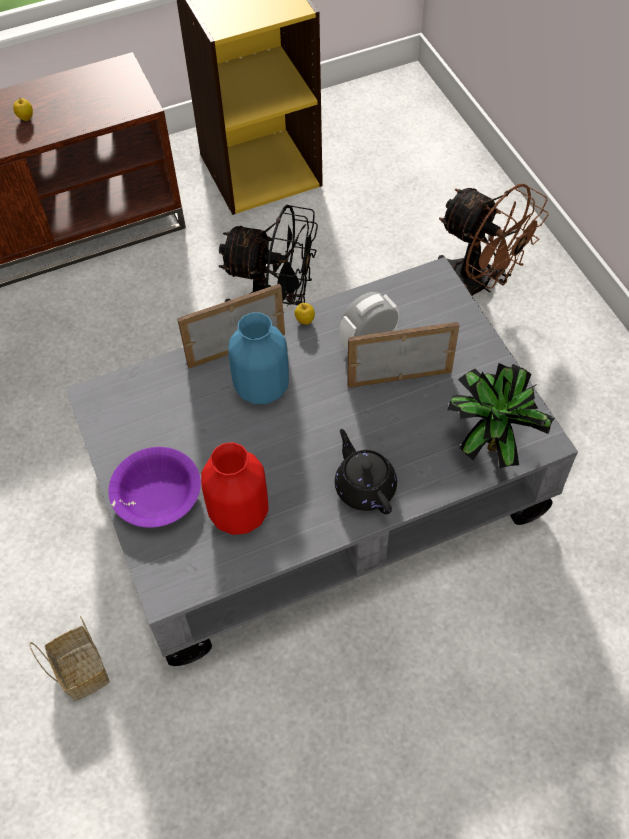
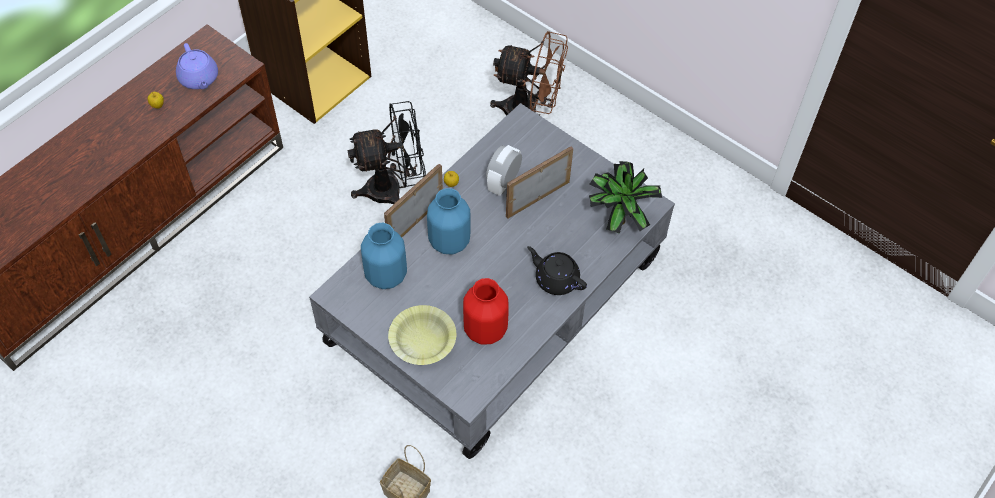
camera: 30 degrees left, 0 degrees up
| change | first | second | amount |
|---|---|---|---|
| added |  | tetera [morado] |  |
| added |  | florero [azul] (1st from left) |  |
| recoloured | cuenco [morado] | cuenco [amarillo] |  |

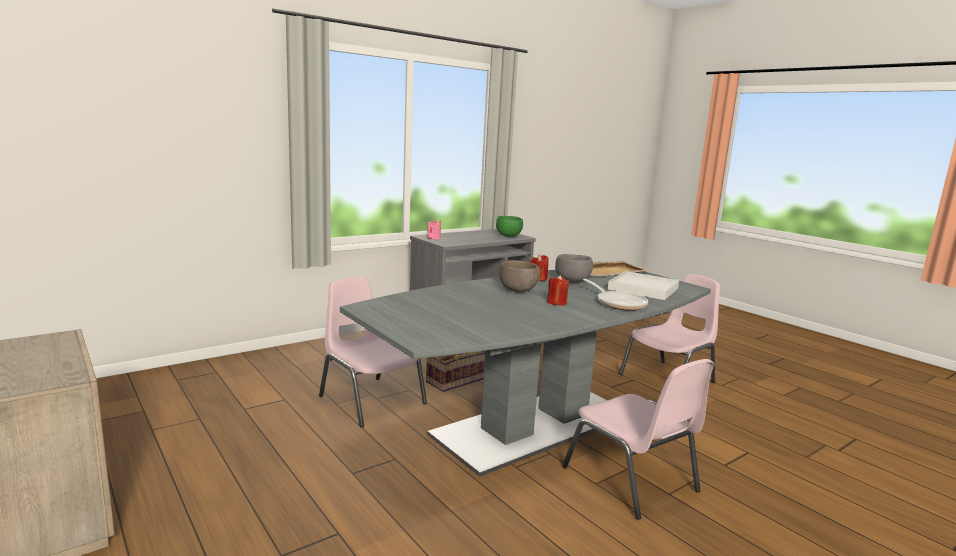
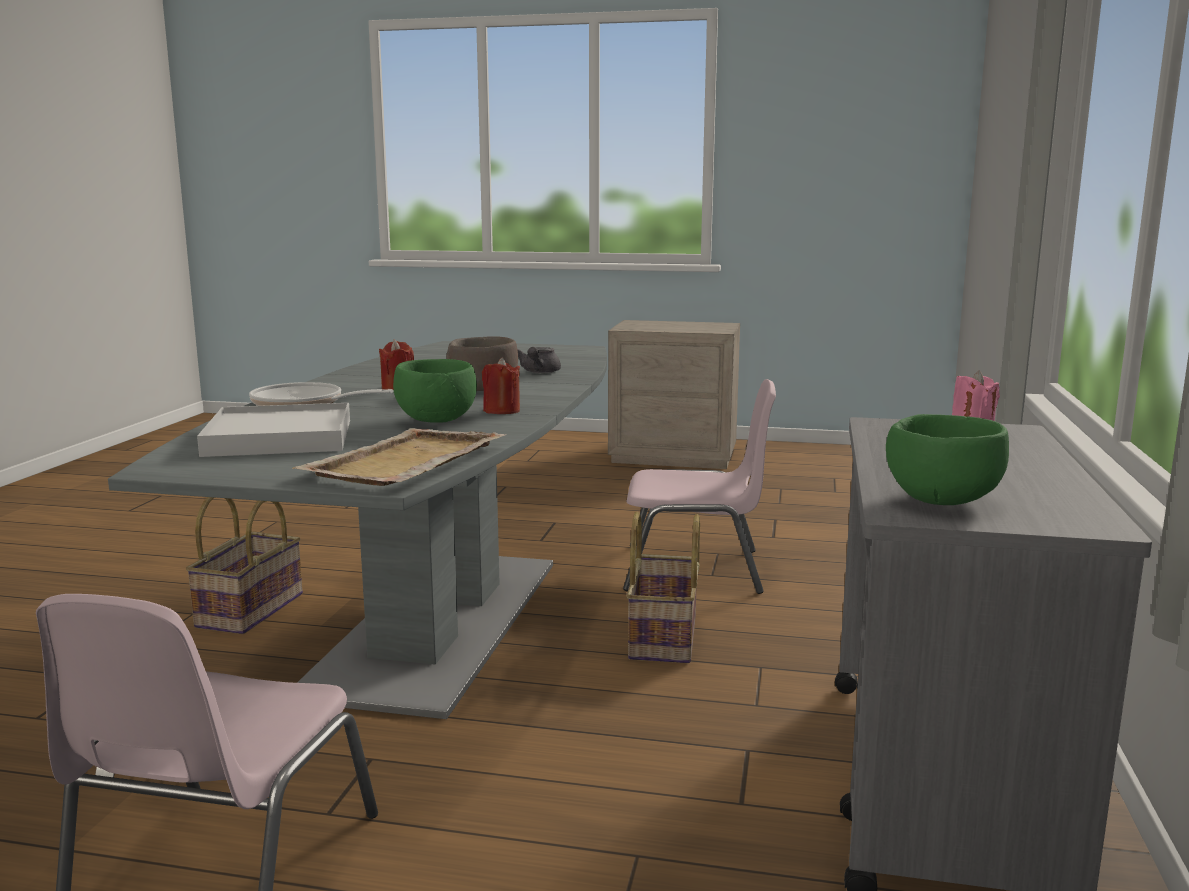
camera: 140 degrees right, 0 degrees up
| change | first | second | amount |
|---|---|---|---|
| added |  | tetera [gris] |  |
| replaced | silla [rosa] (2nd from left) | cesta (1st from left) |  |
| recoloured | cuenco [gris] | cuenco [verde] (1st from left) |  |

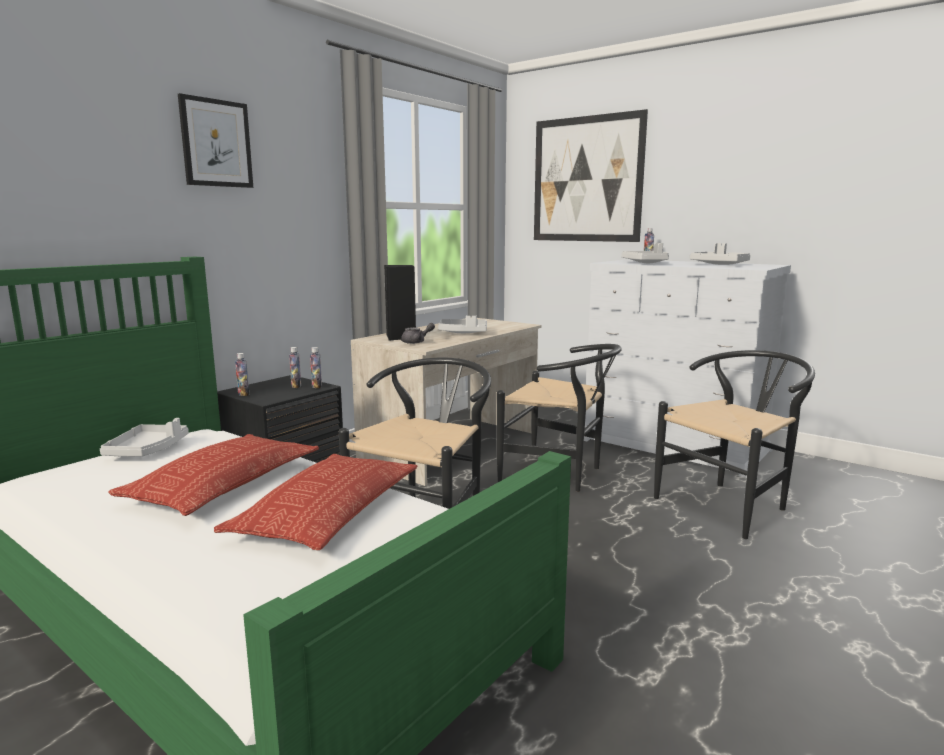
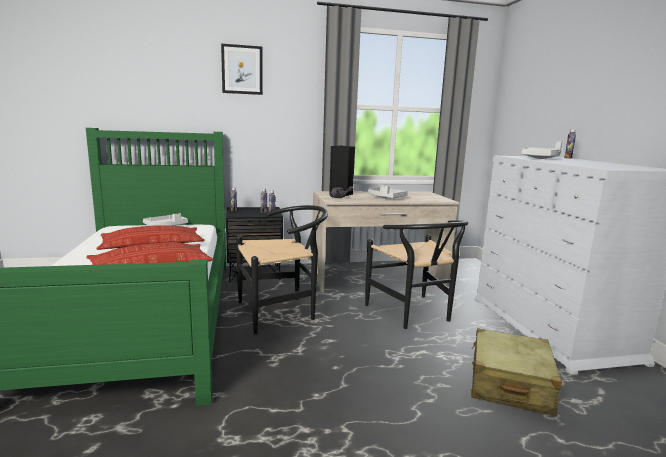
camera: 40 degrees right, 0 degrees up
| change | first | second | amount |
|---|---|---|---|
| removed | cuadro (2nd from left) |  |  |
| removed | bandeja [gris] (4th from left) |  |  |
| replaced | silla [negro] (3rd from left) | maleta [beis] |  |

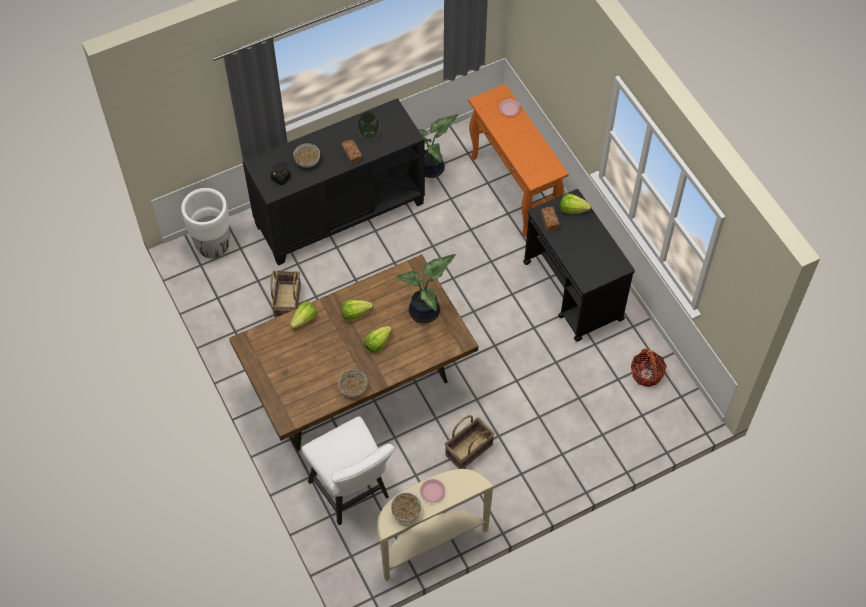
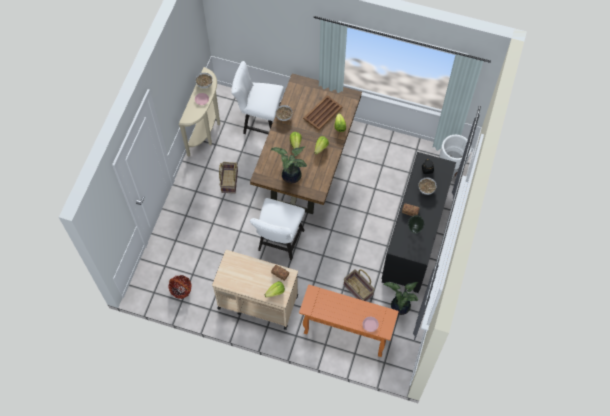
camera: 135 degrees right, 5 degrees up
| change | first | second | amount |
|---|---|---|---|
| added |  | silla [blanco] (2nd from left) |  |
| added |  | bandeja [marrón] |  |
| moved | cesta (1st from left in the first image) | cesta (3rd from left) |  |
| recoloured | carrito [negro] | carrito [beis] |  |

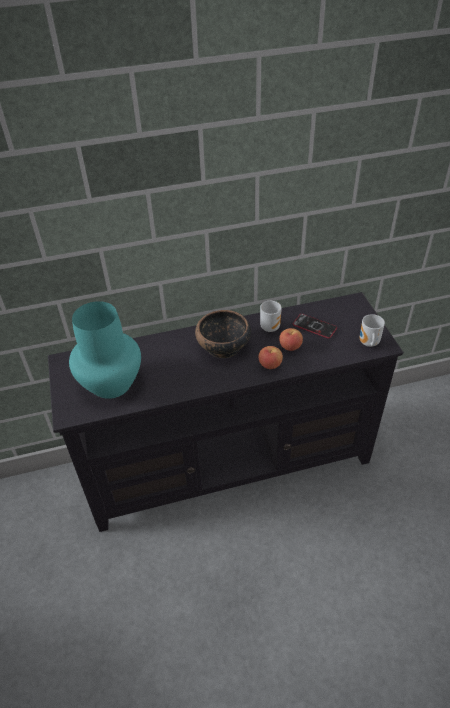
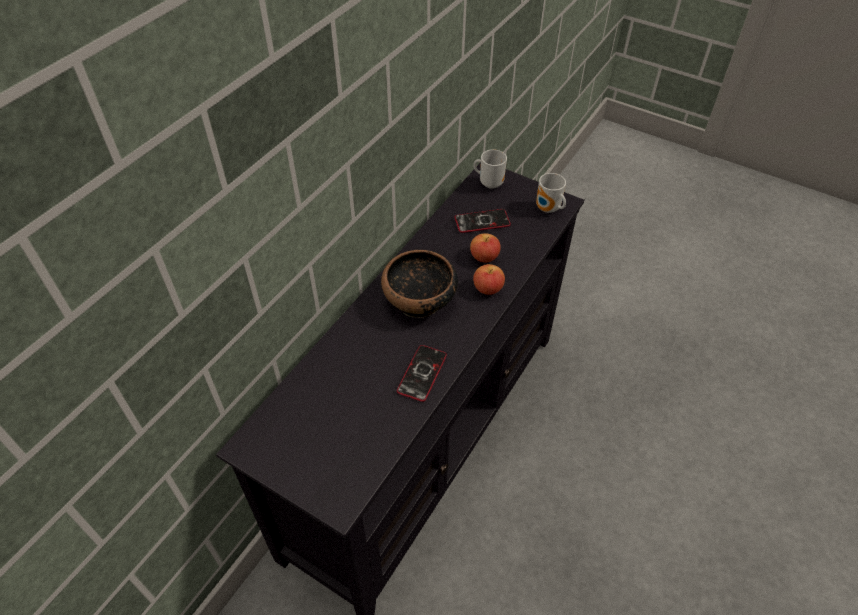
camera: 45 degrees left, 5 degrees up
| change | first | second | amount |
|---|---|---|---|
| removed | florero [turquesa] |  |  |
| added |  | móvil (1st from left) |  |
| moved | taza grande (1st from left) |  |  |

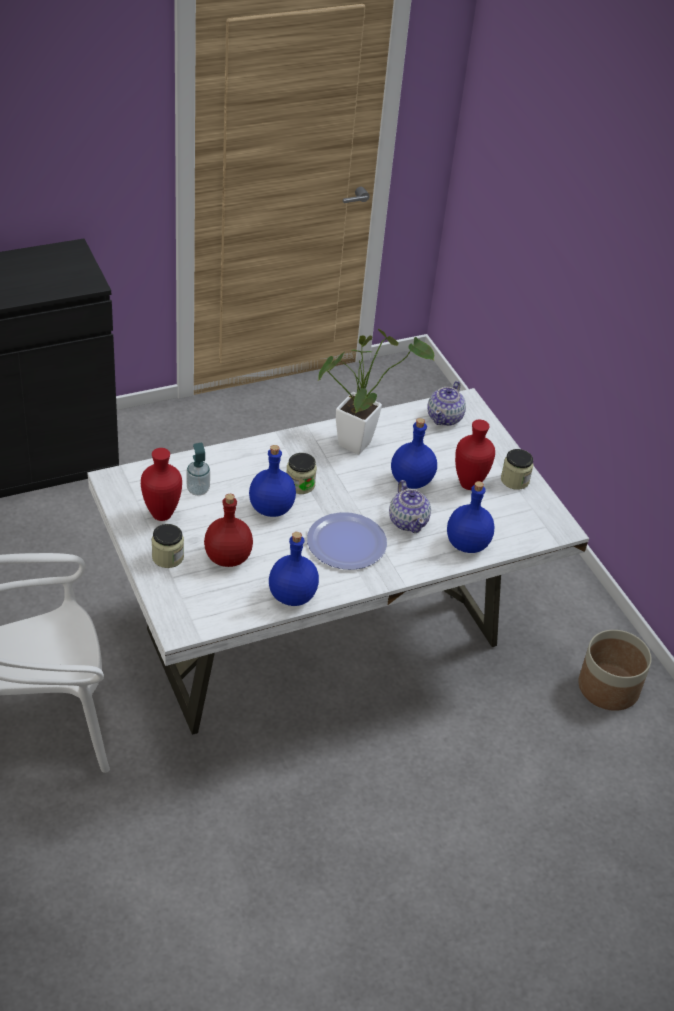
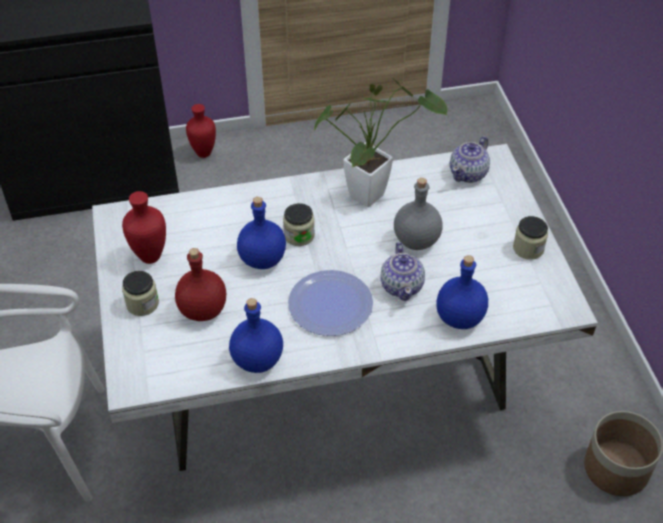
camera: 15 degrees right, 5 degrees up
| change | first | second | amount |
|---|---|---|---|
| removed | dispensador de jabón |  |  |
| moved | florero [rojo] (2nd from left) |  |  |
| recoloured | botella [azul] (3rd from left) | botella [gris] |  |

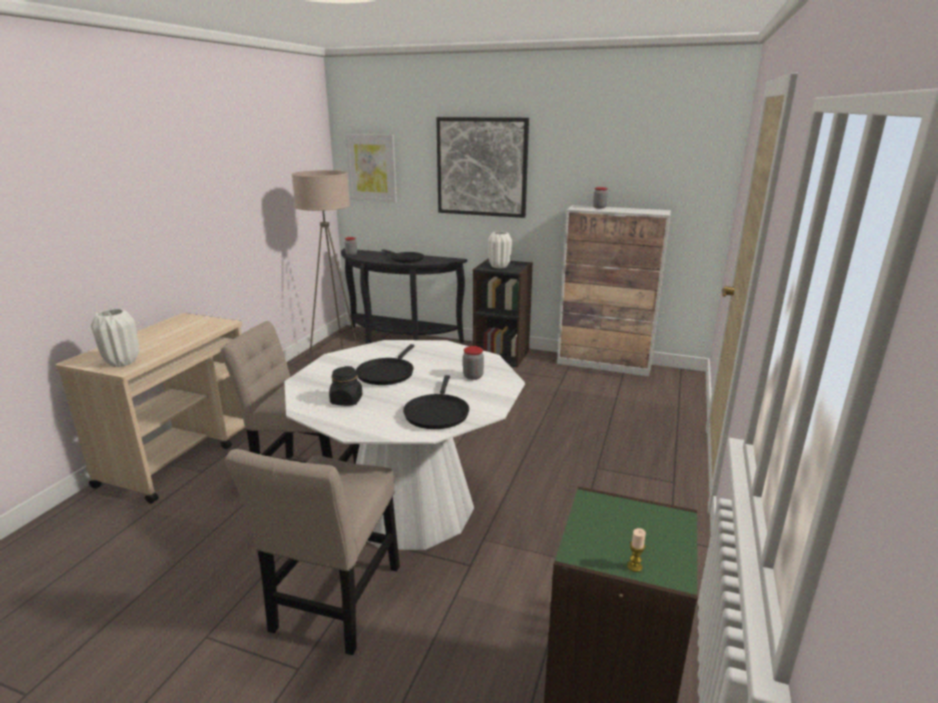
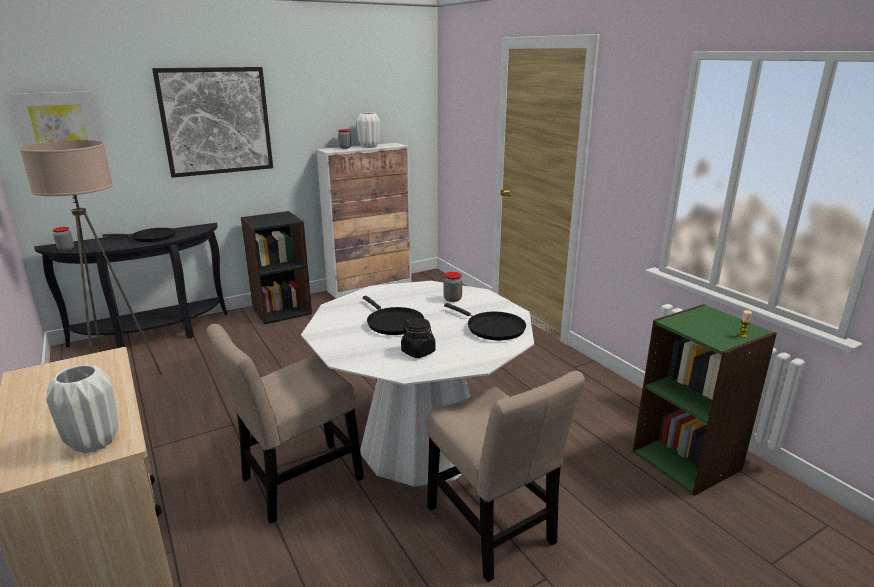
camera: 50 degrees left, 0 degrees up
| change | first | second | amount |
|---|---|---|---|
| moved | florero [blanco] (2nd from left) |  |  |

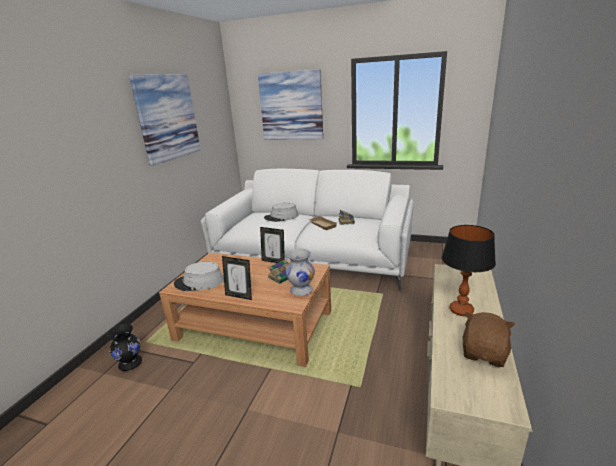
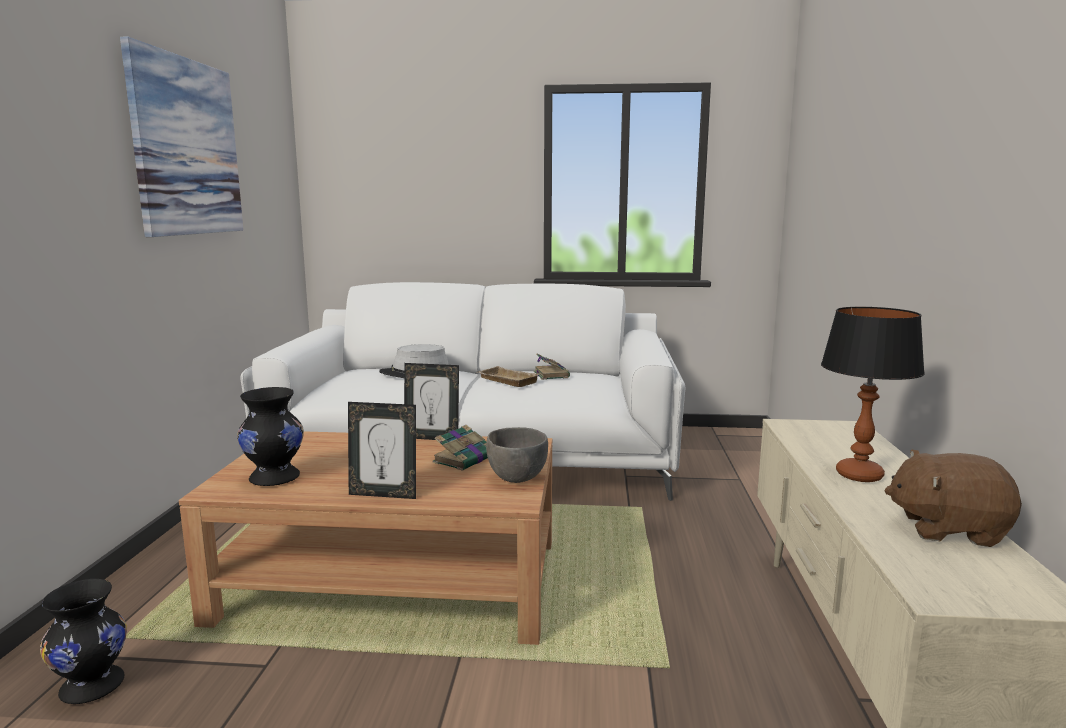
camera: 15 degrees left, 10 degrees down
| change | first | second | amount |
|---|---|---|---|
| removed | cuadro (2nd from left) |  |  |
| replaced | sombrero [gris] (1st from left) | florero [negro] (2nd from left) |  |
| replaced | florero [blanco] | cuenco [gris] |  |
| turned | peluche [marrón] |  | 90 degrees counterclockwise |

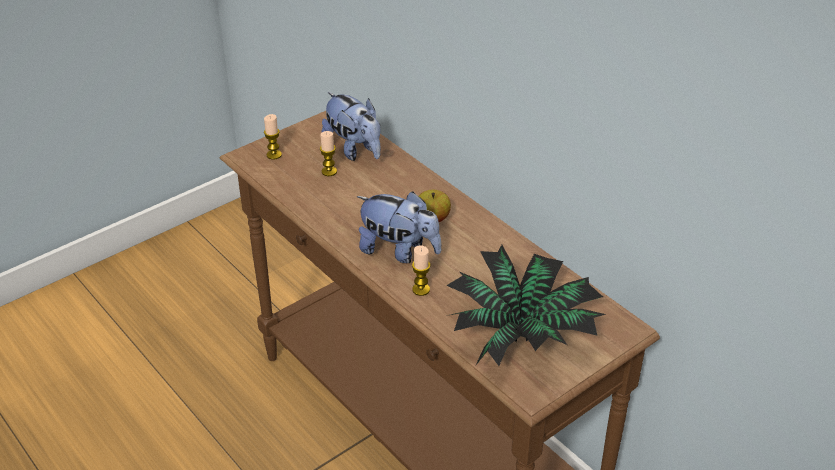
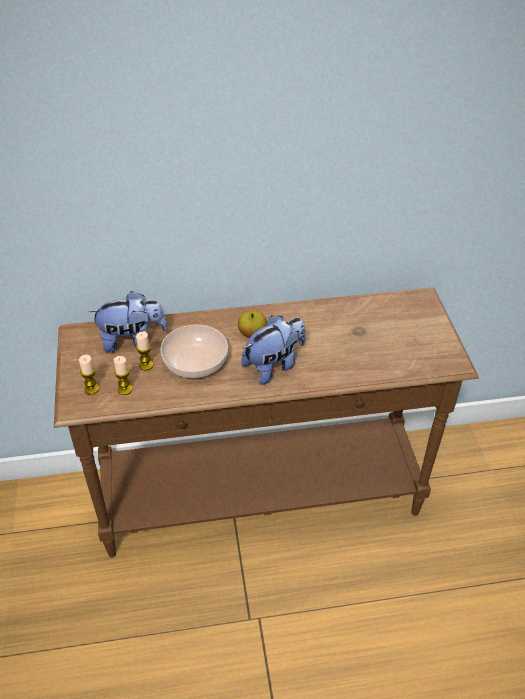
camera: 60 degrees left, 5 degrees up
| change | first | second | amount |
|---|---|---|---|
| removed | planta en maceta |  |  |
| added |  | cuenco |  |
| moved | vela (3rd from left in the first image) | vela (2nd from left) |  |

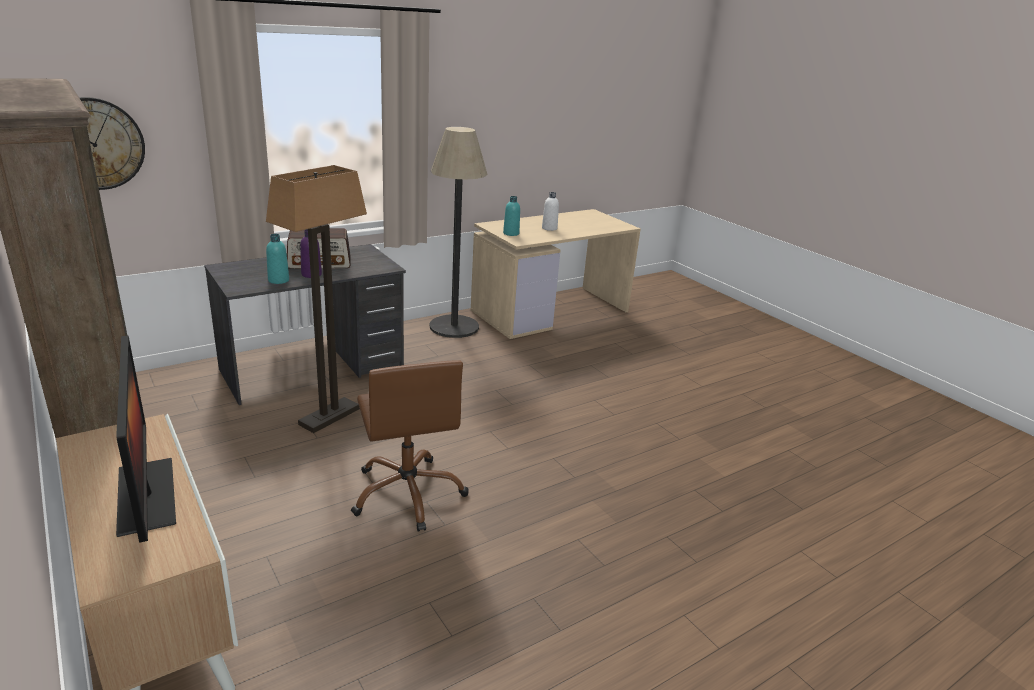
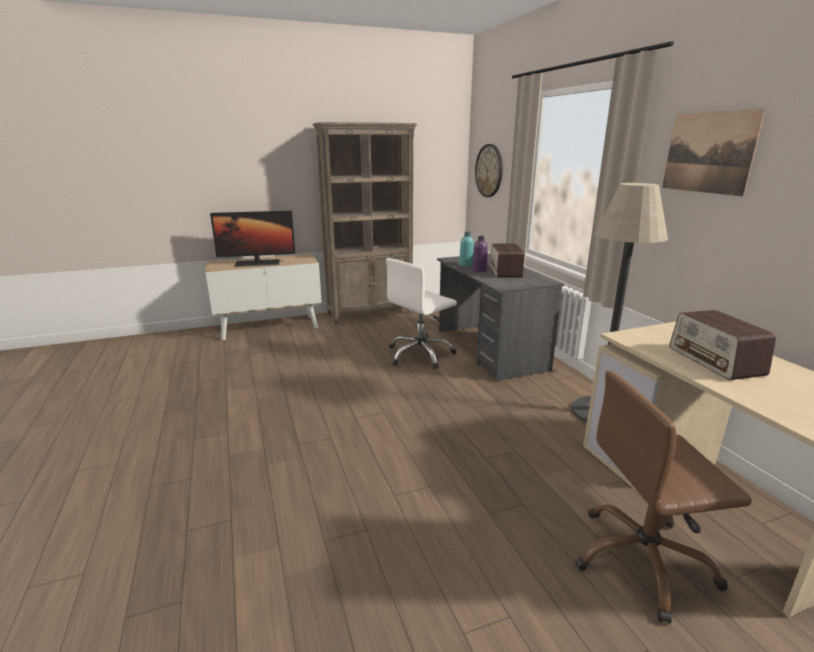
camera: 105 degrees right, 5 degrees down
| change | first | second | amount |
|---|---|---|---|
| removed | botella [turquesa] (2nd from left) |  |  |
| added |  | cuadro |  |
| moved | silla de oficina [marrón] |  |  |
| replaced | lámpara de pie (1st from left) | silla de oficina [blanco] |  |
| replaced | botella [blanco] | radio (2nd from left) |  |

